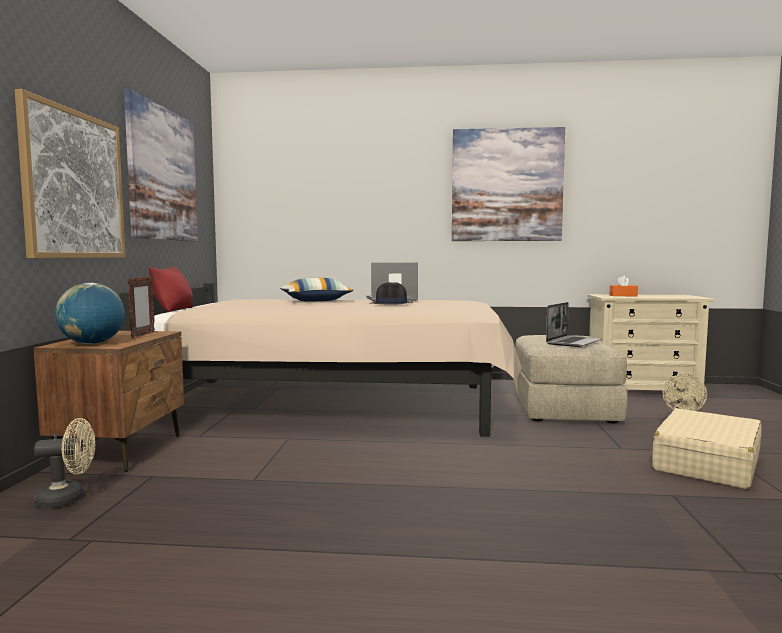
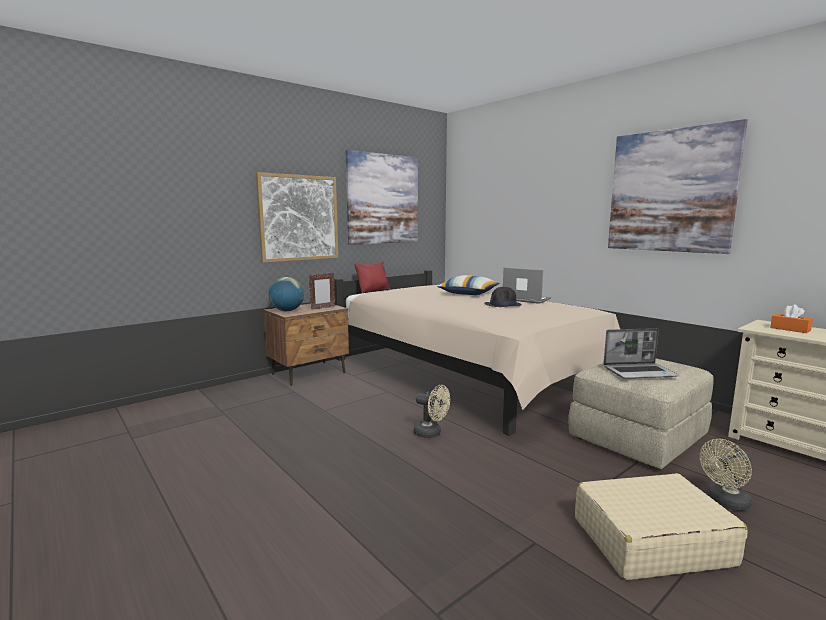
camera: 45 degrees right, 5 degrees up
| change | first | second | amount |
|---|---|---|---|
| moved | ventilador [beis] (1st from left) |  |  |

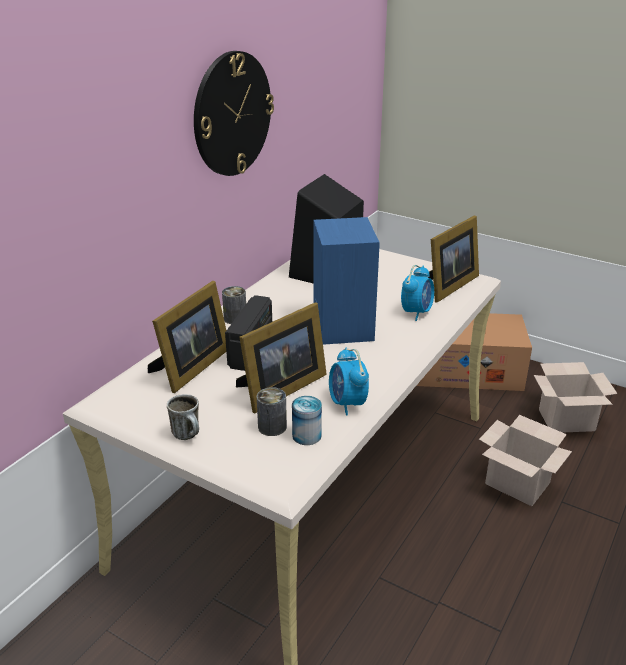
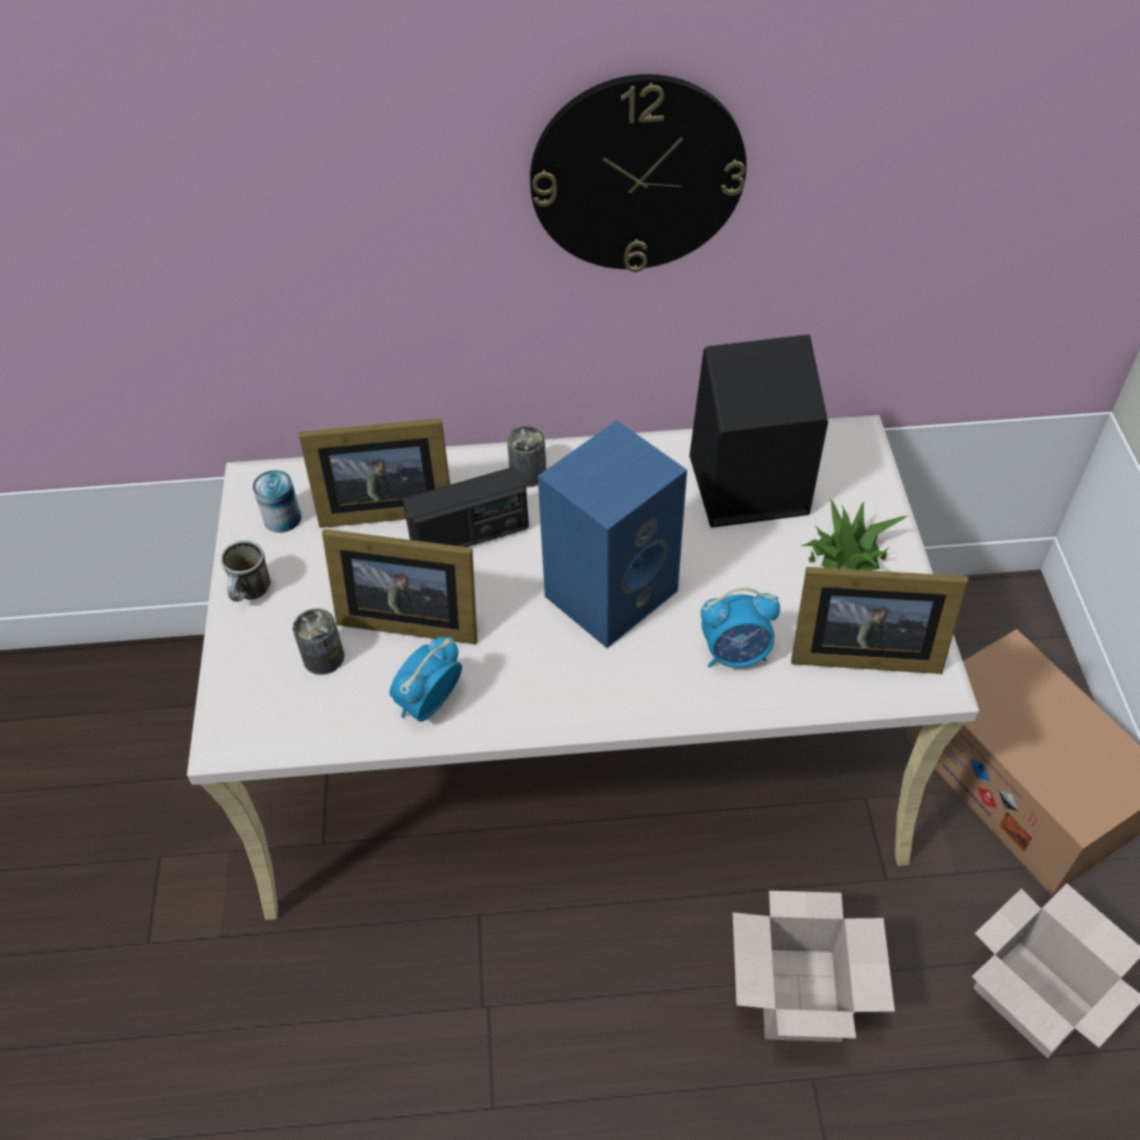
camera: 55 degrees right, 20 degrees up
| change | first | second | amount |
|---|---|---|---|
| added |  | planta en maceta |  |
| moved | lata (3rd from left in the first image) | lata (1st from left) |  |

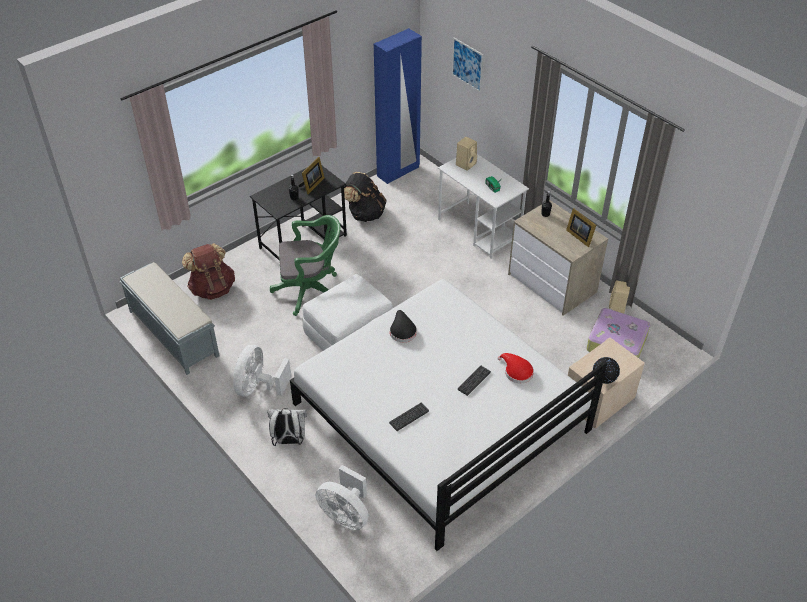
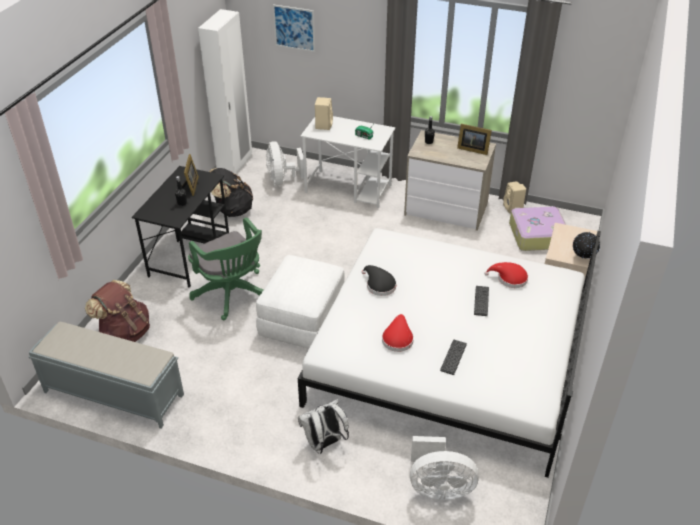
camera: 30 degrees left, 5 degrees down
| change | first | second | amount |
|---|---|---|---|
| added |  | sombrero [rojo] (1st from left) |  |
| moved | ventilador [blanco] (1st from left) |  |  |
| recoloured | armario ropero [azul] | armario ropero [blanco] |  |
| turned | silla de oficina [verde] |  | 90 degrees clockwise |

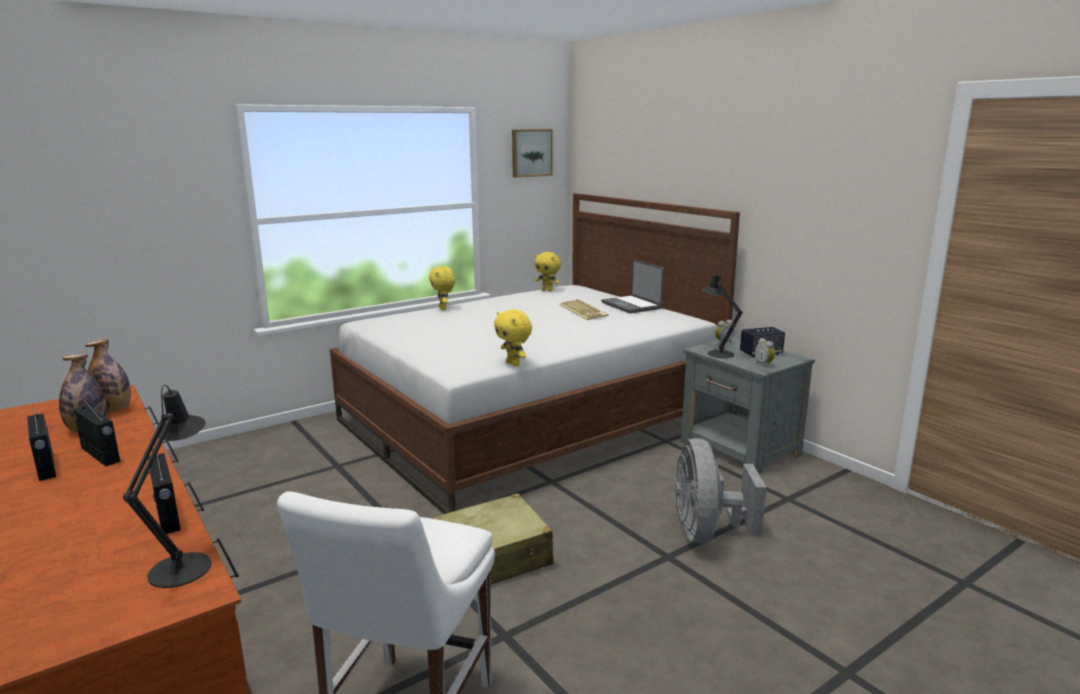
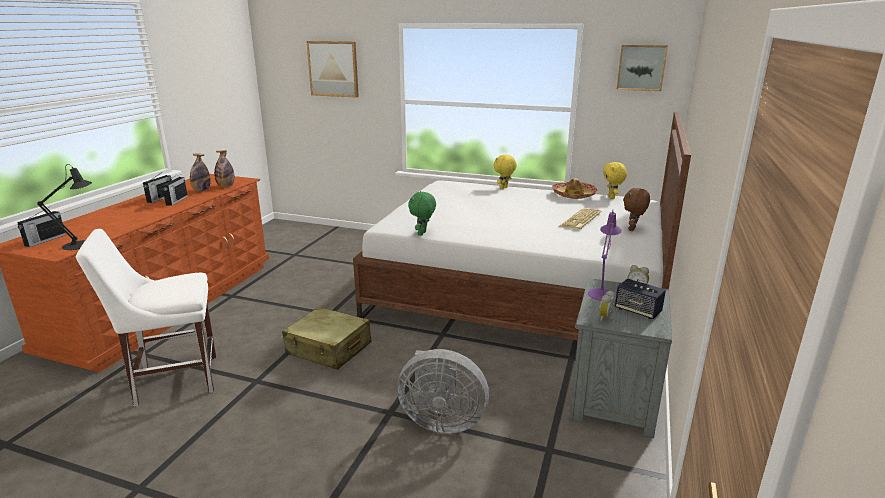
camera: 55 degrees right, 5 degrees up
| change | first | second | amount |
|---|---|---|---|
| added |  | cuadro (1st from left) |  |
| added |  | sombrero |  |
| moved | radio (3rd from left in the first image) | radio (1st from left) |  |
| replaced | portátil | peluche [marrón] |  |
| recoloured | peluche [amarillo] (2nd from left) | peluche [verde] |  |
| recoloured | lámpara de mesa [negro] (2nd from left) | lámpara de mesa [morado] |  |
| turned | ventilador [gris] |  | 135 degrees counterclockwise |

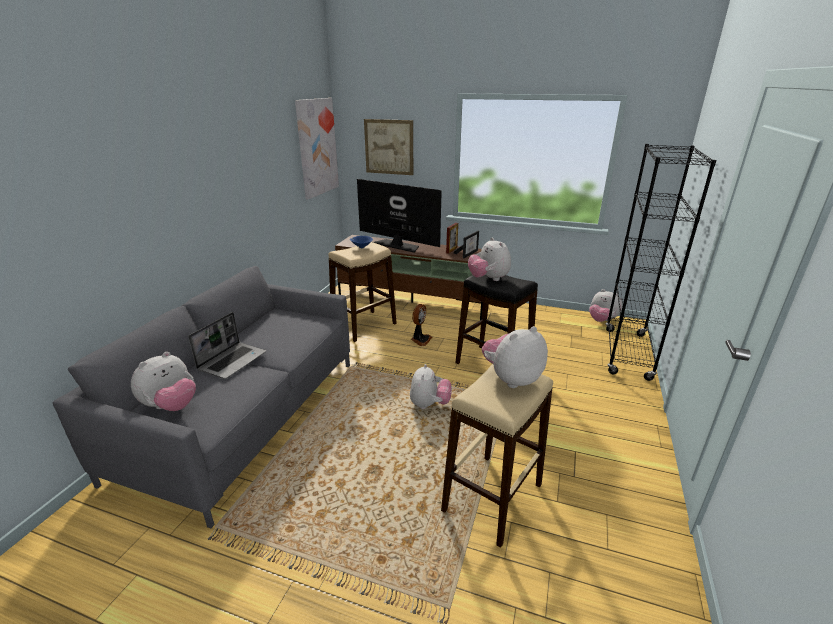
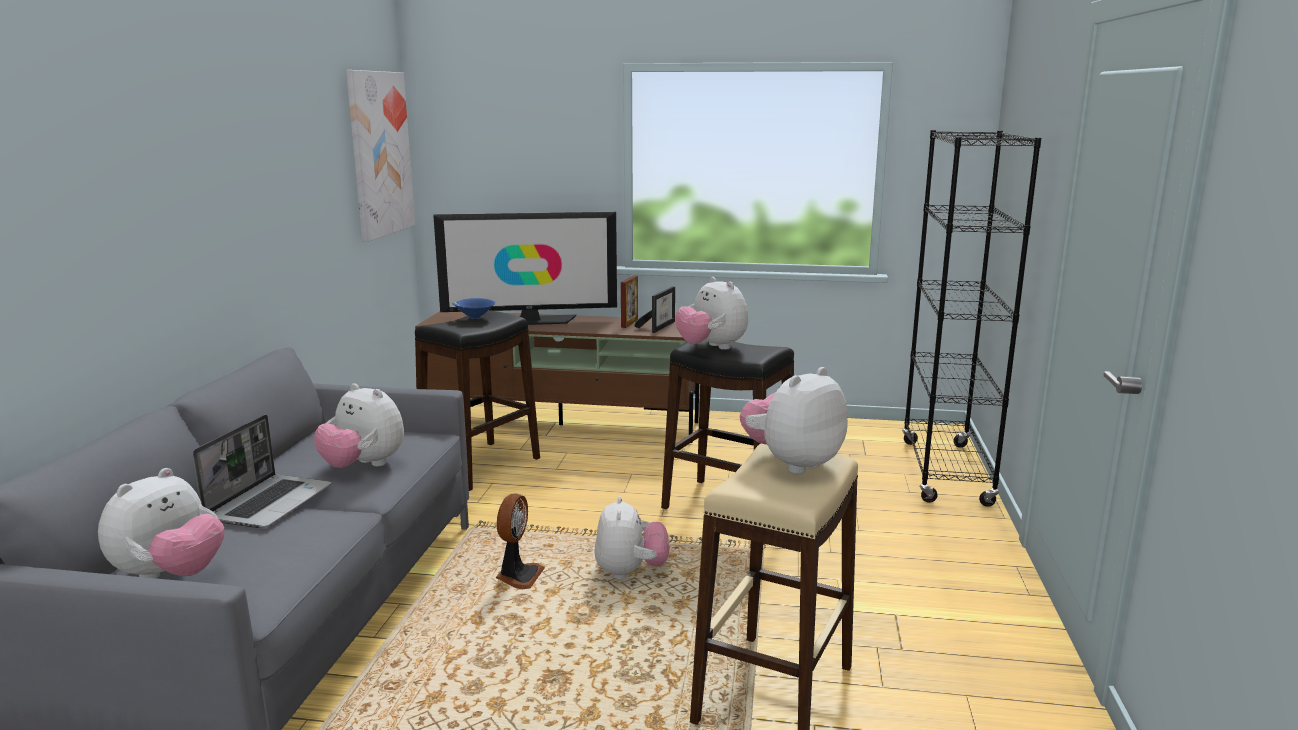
camera: 10 degrees left, 10 degrees down
| change | first | second | amount |
|---|---|---|---|
| removed | cuadro (2nd from left) |  |  |
| moved | ventilador |  |  |
| moved | peluche (5th from left in the first image) | peluche (2nd from left) |  |
| recoloured | taburete [beis] (1st from left) | taburete [negro] (1st from left) |  |
| turned | televisor |  | 150 degrees clockwise |

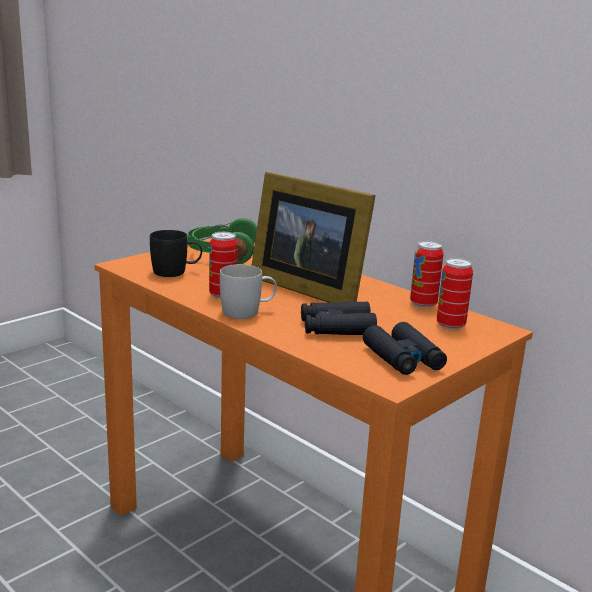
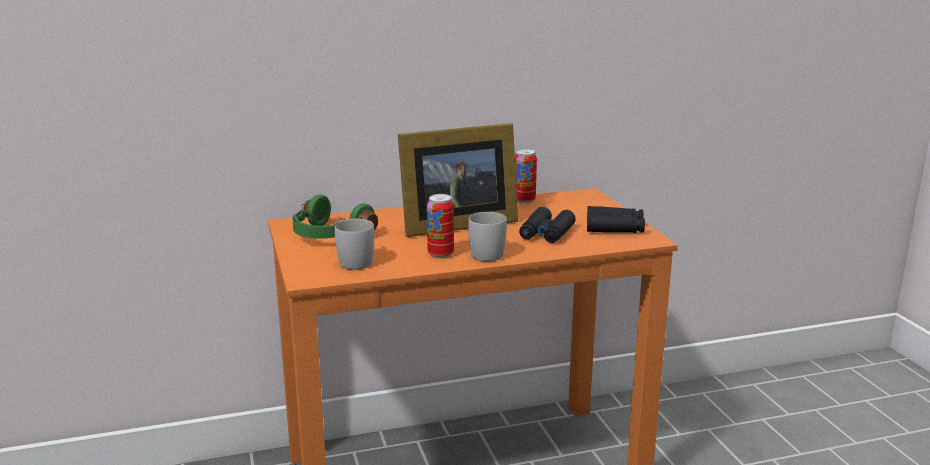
camera: 60 degrees left, 0 degrees up
| change | first | second | amount |
|---|---|---|---|
| removed | lata (3rd from left) |  |  |
| recoloured | taza grande [negro] | taza grande [blanco] (1st from left) |  |

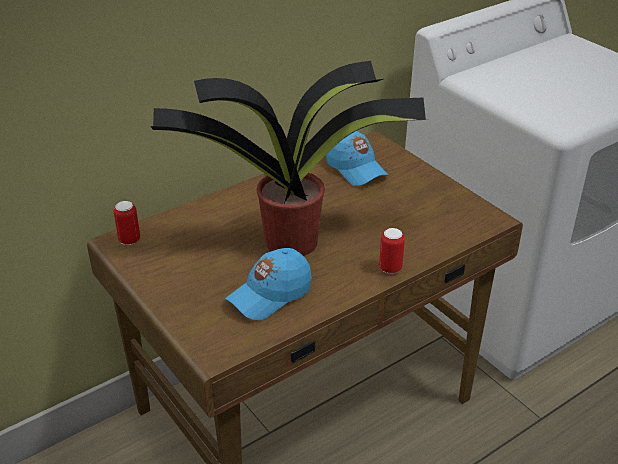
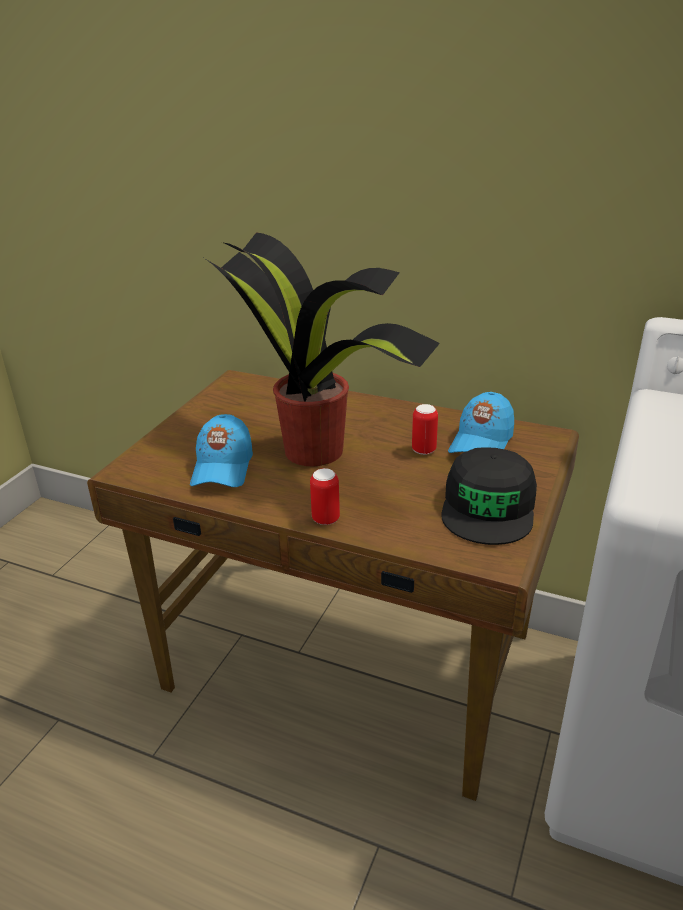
camera: 60 degrees right, 5 degrees down
| change | first | second | amount |
|---|---|---|---|
| added |  | gorra [negro] |  |
| moved | lata (1st from left in the first image) | lata (2nd from left) |  |
| turned | gorra [azul] (1st from left) |  | 105 degrees counterclockwise |

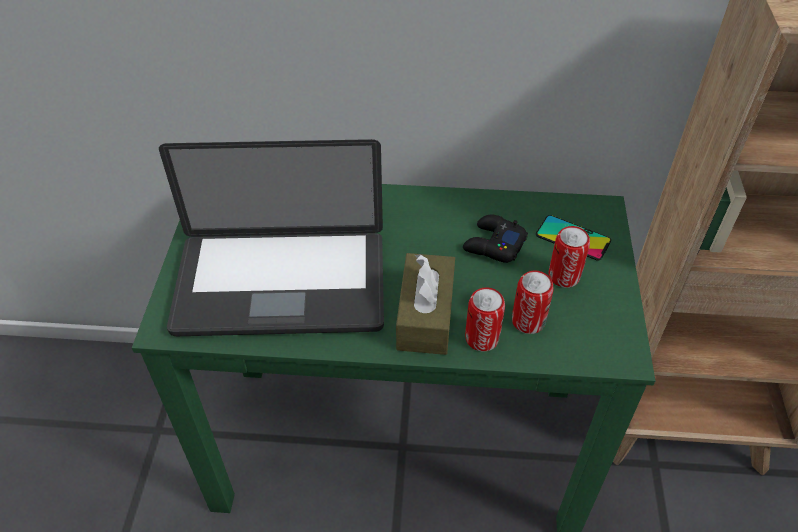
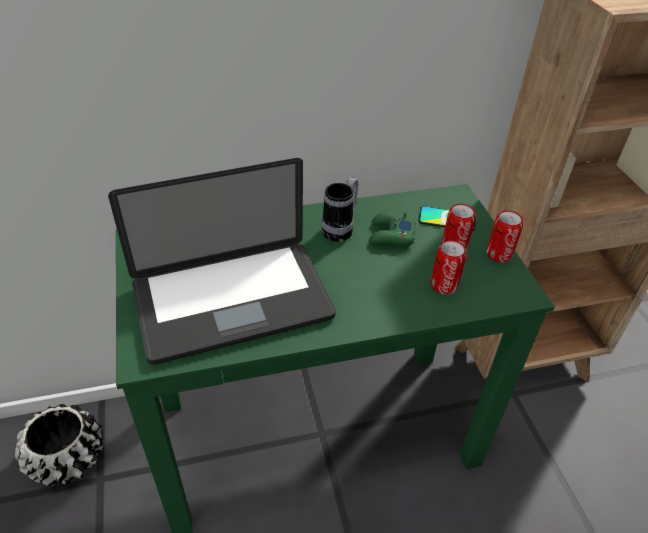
camera: 20 degrees left, 5 degrees down
| change | first | second | amount |
|---|---|---|---|
| removed | caja de pañuelos [marrón] |  |  |
| added |  | maceta [negro] |  |
| added |  | taza grande |  |
| moved | lata (1st from left in the first image) | lata (3rd from left) |  |
| recoloured | mando de consola [negro] | mando de consola [verde] |  |

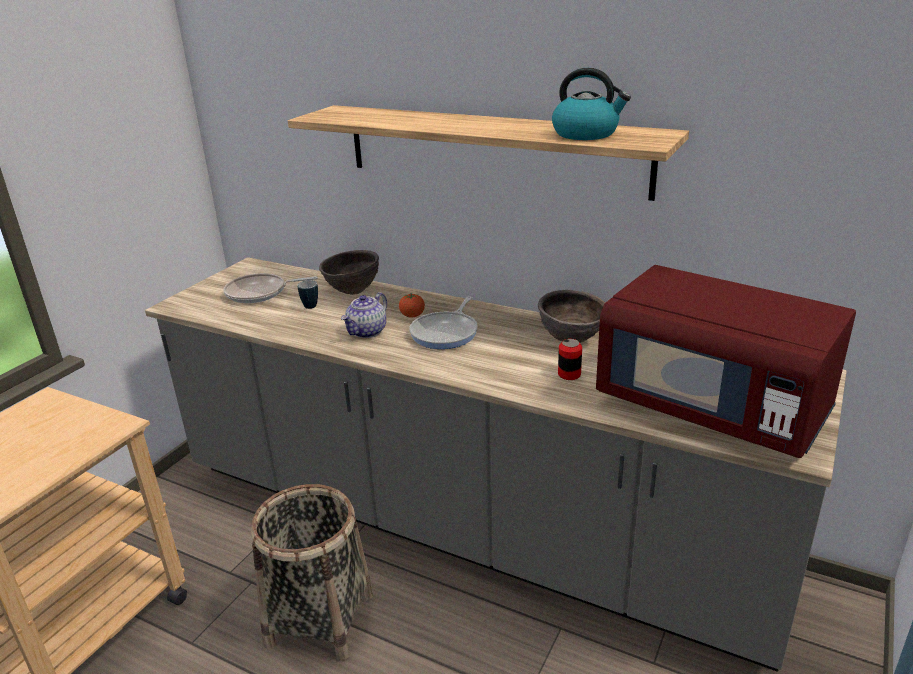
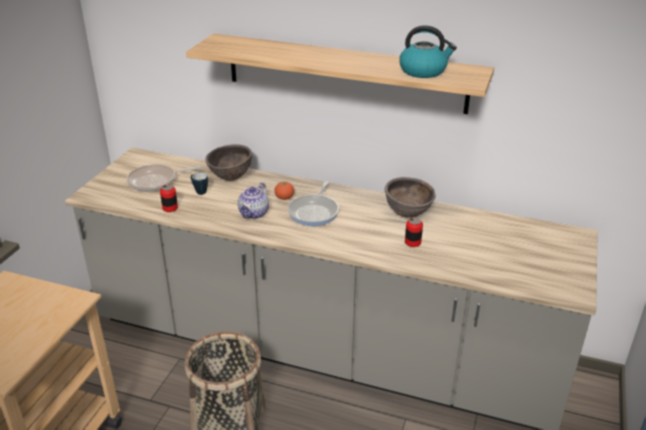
camera: 10 degrees left, 5 degrees up
| change | first | second | amount |
|---|---|---|---|
| removed | microondas [rojo] |  |  |
| added |  | lata (1st from left) |  |

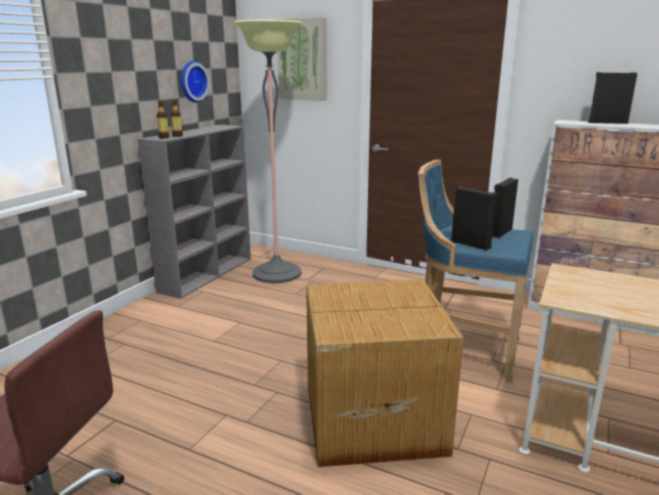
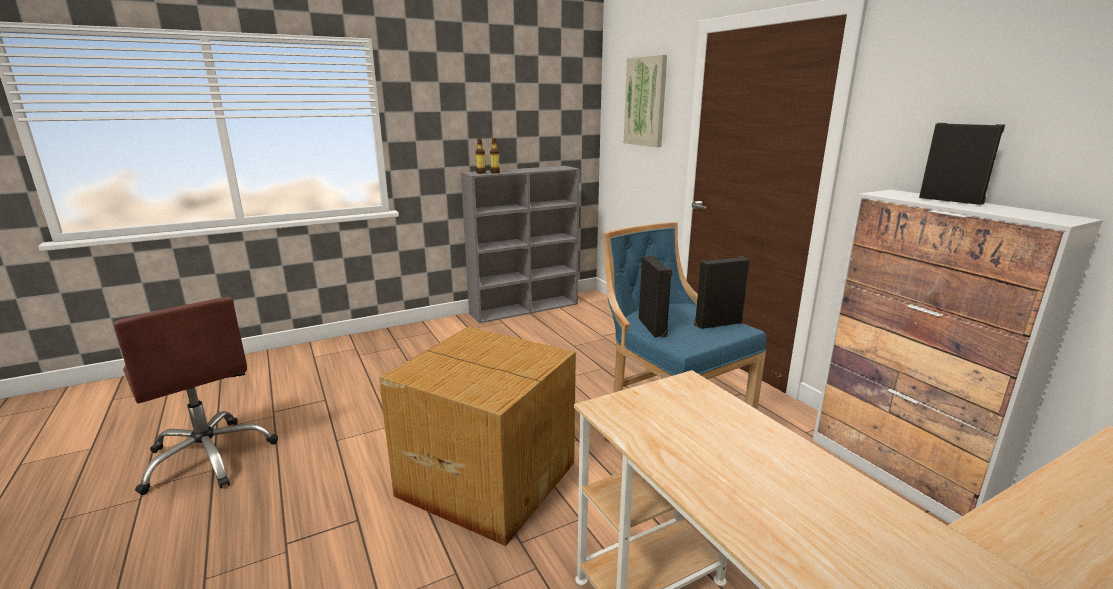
camera: 35 degrees right, 0 degrees up
| change | first | second | amount |
|---|---|---|---|
| removed | reloj de pared |  |  |
| removed | lámpara de pie |  |  |

